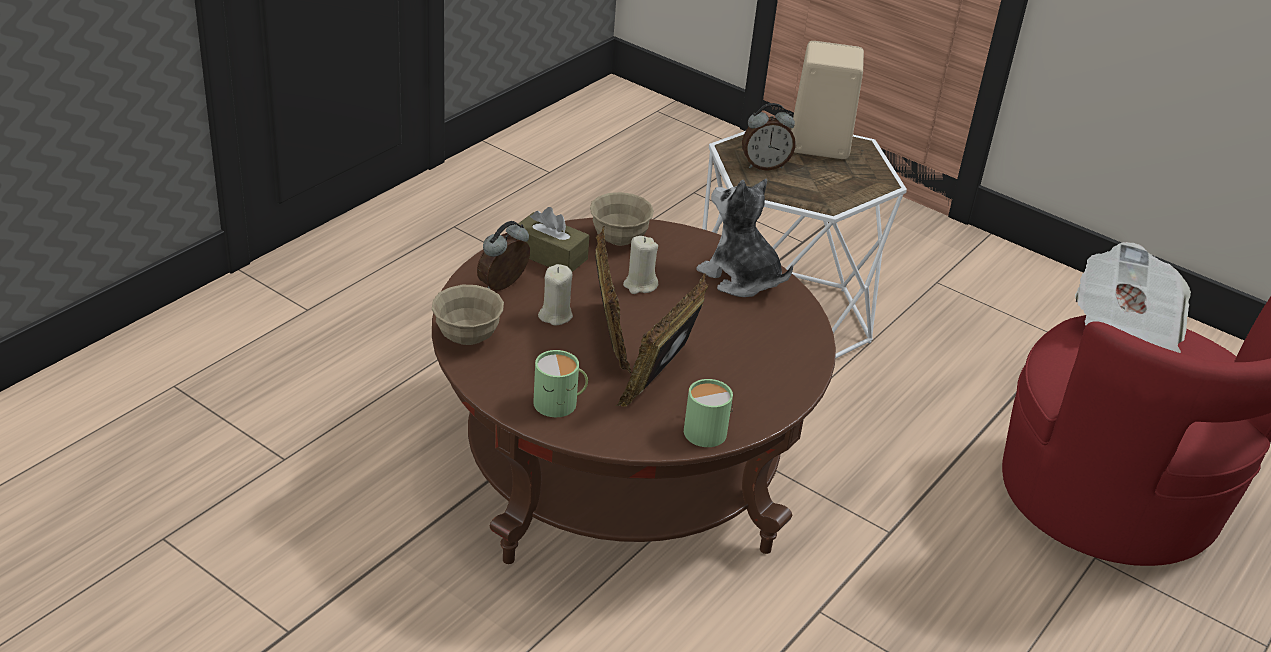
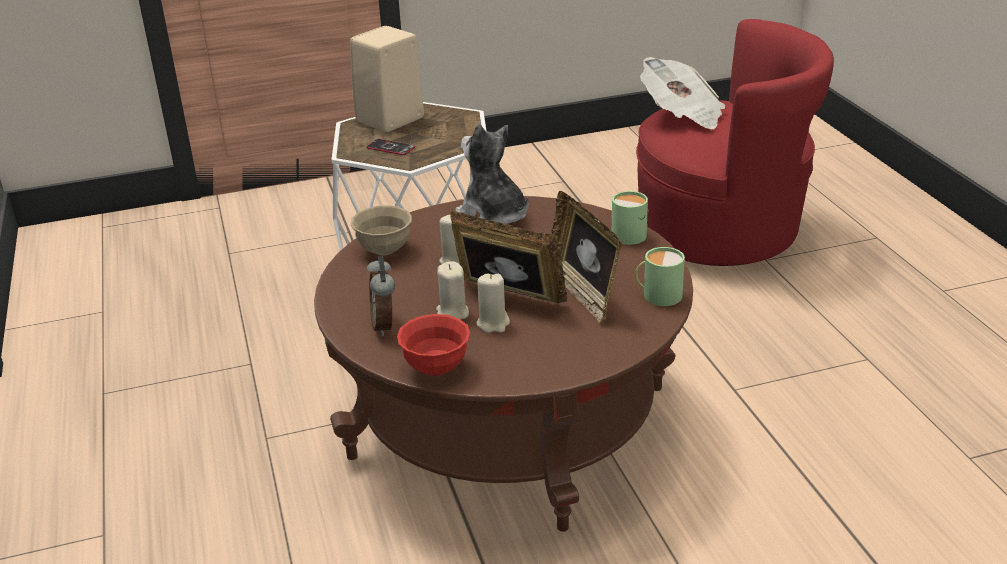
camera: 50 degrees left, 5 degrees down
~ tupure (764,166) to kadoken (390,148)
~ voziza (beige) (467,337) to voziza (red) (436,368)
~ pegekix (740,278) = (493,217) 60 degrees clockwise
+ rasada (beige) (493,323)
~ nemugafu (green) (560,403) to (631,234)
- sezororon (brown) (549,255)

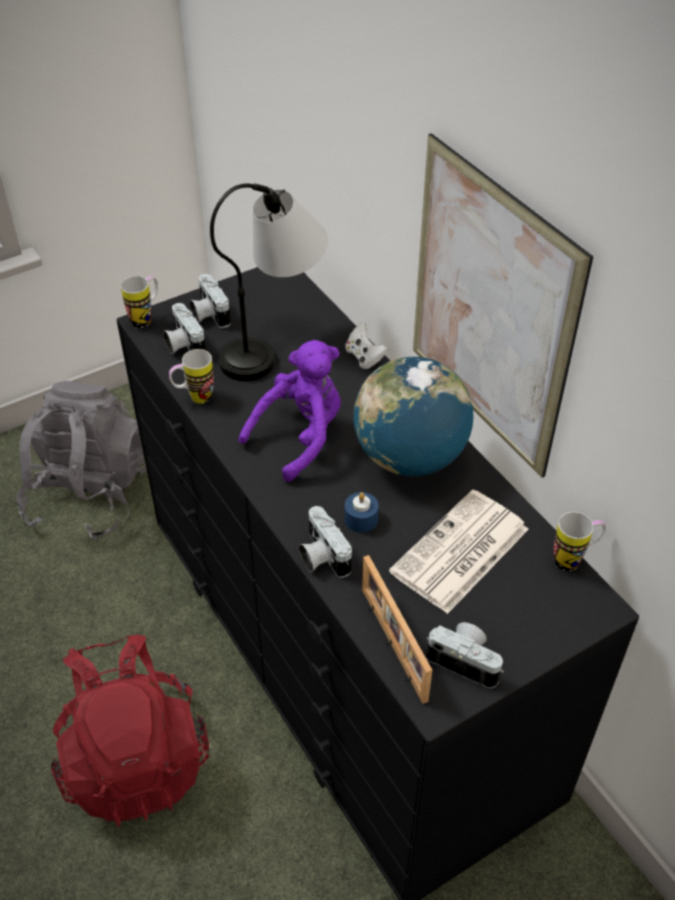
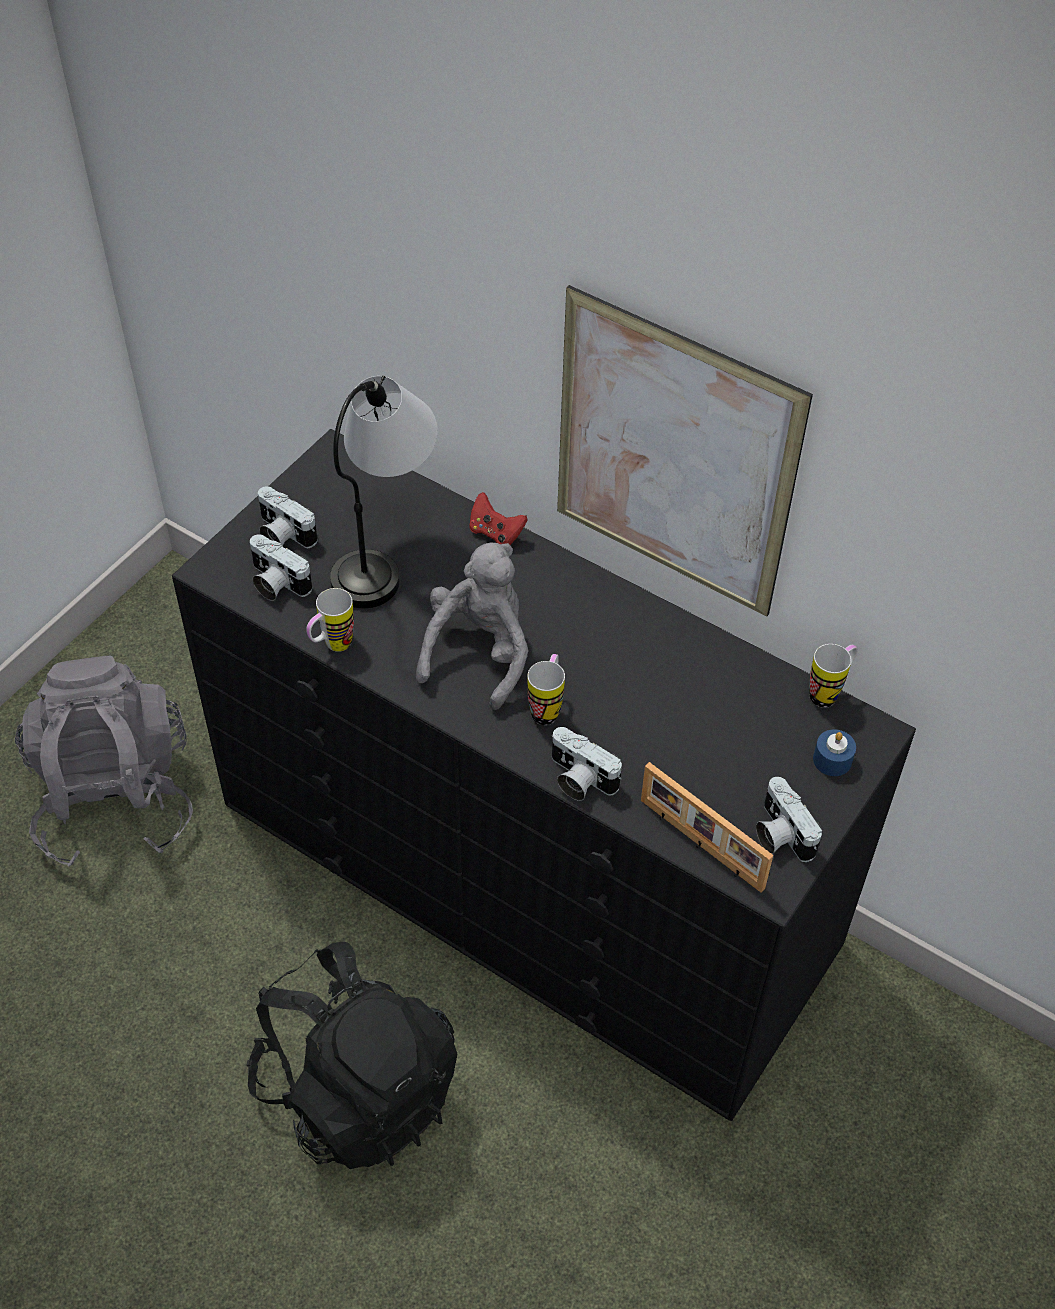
camera: 25 degrees left, 5 degrees up
~ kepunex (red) (135,759) to kepunex (black) (357,1089)
~ pegekix (purple) (300,436) to pegekix (grey) (479,652)
~ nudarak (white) (364,357) to nudarak (red) (495,533)
~ nemugafu (146,318) to (547,707)
~ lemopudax (466,660) = (779,834) 120 degrees counterclockwise
~ rasada (blue) (361,519) to (832,760)
- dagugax (410,457)
- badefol (459,552)

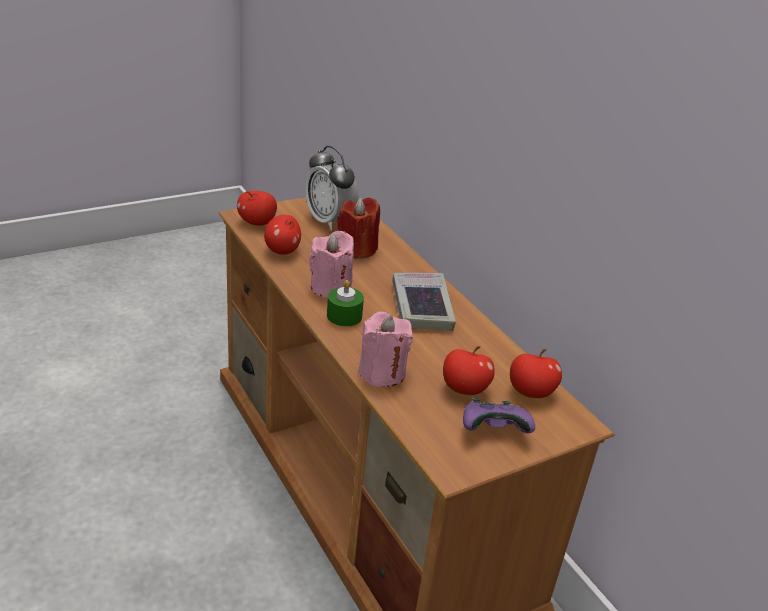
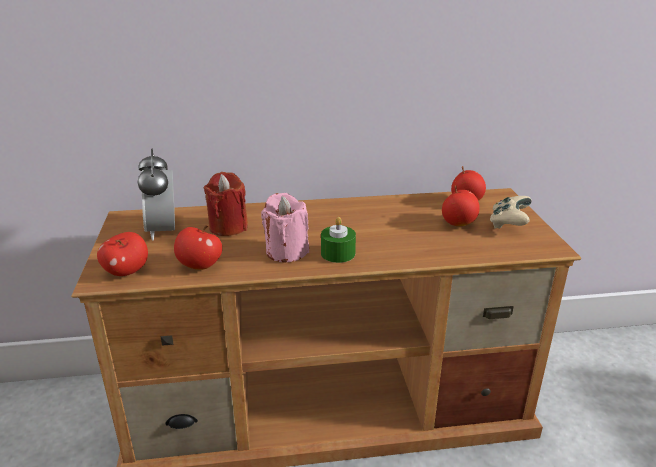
camera: 65 degrees left, 5 degrees down
~ tupure (329,221) = (163,231) 90 degrees clockwise
~ nudarak (purple) (493,431) to nudarak (beige) (508,224)
- rasada (pink) (382,373)
- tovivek (421,307)

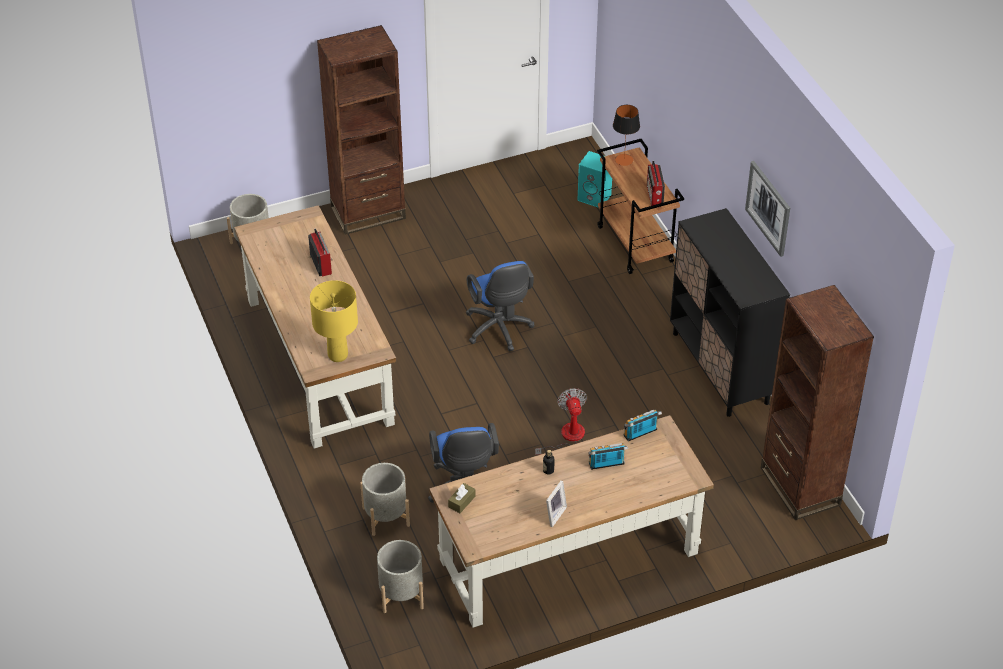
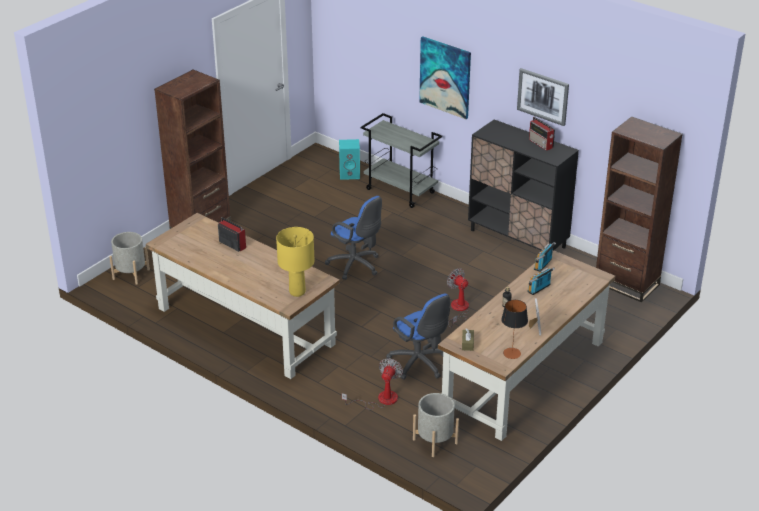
camera: 30 degrees left, 10 degrees down
~ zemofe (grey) (386,516) to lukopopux (380,400)
~ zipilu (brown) (636,244) to zipilu (grey) (401,191)
+ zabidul (445,77)
~ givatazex (624,160) to (512,353)
~ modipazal (654,196) to (541,144)

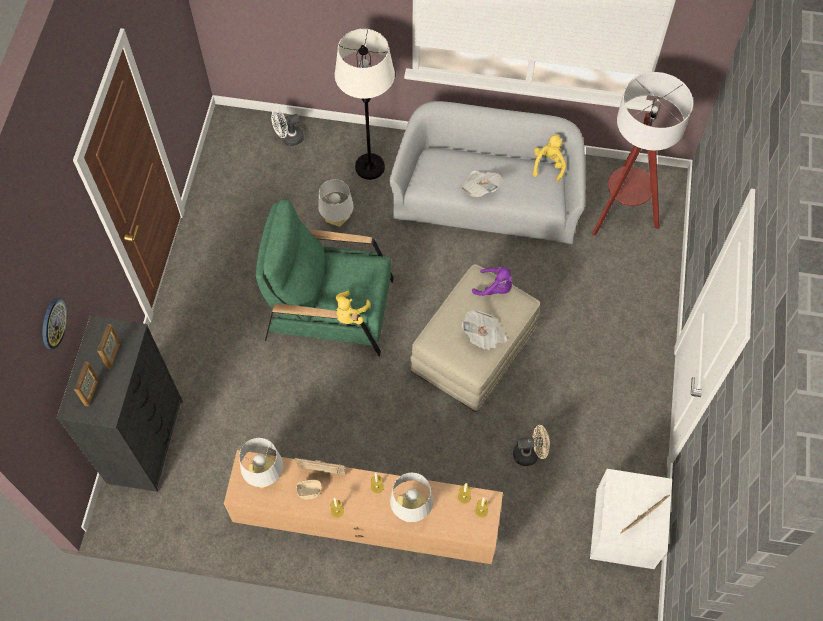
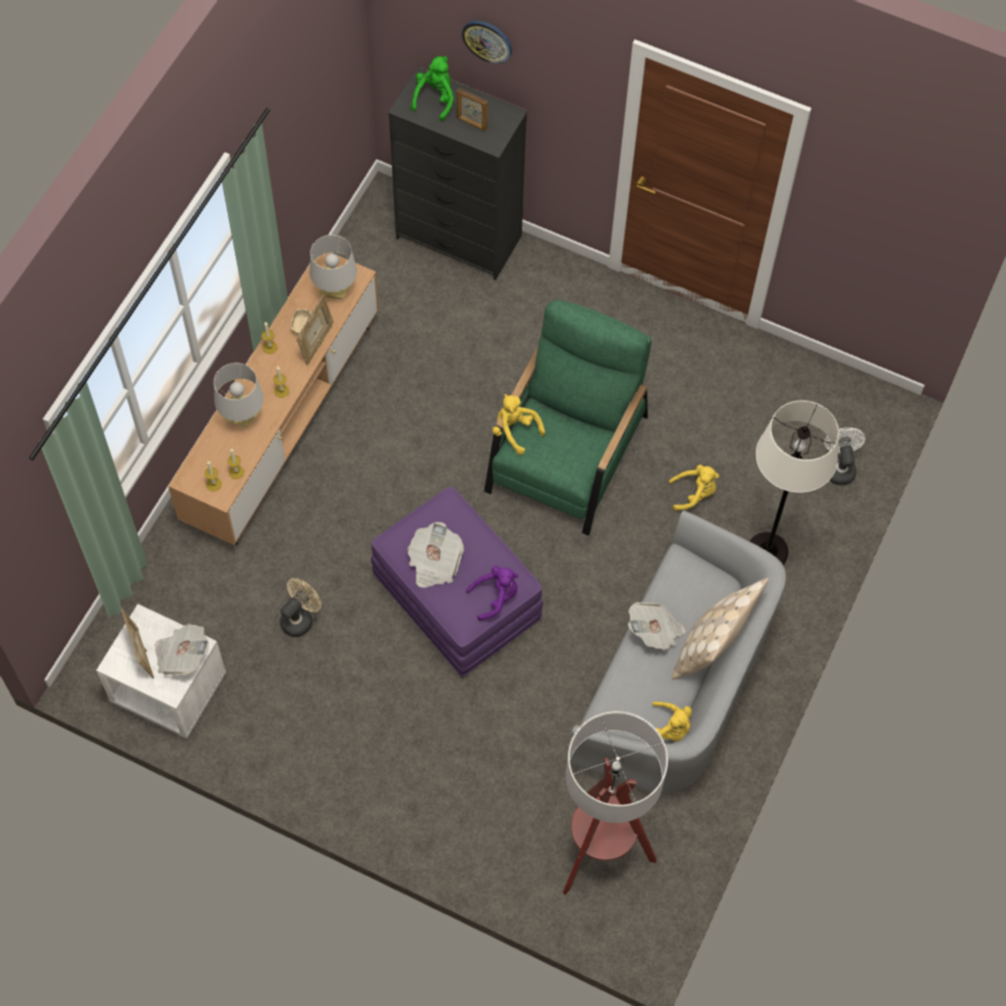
camera: 105 degrees right, 0 degrees up
+ badefol (182,656)
~ lukopopux (beige) (530,453) = (300,618) 150 degrees counterclockwise
~ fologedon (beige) (473,351) to fologedon (purple) (455,597)
~ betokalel (92,392) to pegekix (green) (435,99)
~ pegekix (purple) (495,288) = (496,597) 150 degrees counterclockwise
~ givatazex (grey) (337,219) to pegekix (yellow) (694,493)
+ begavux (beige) (712,646)

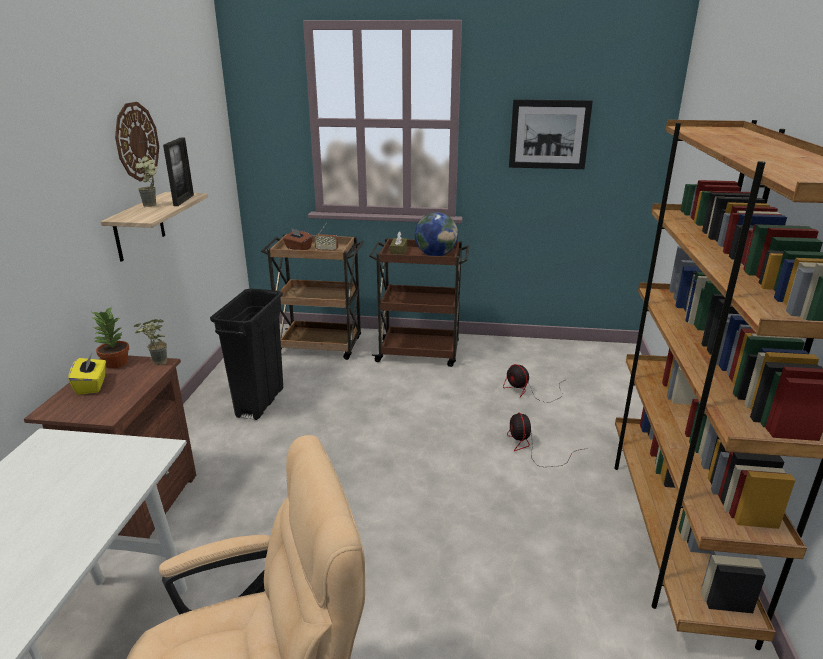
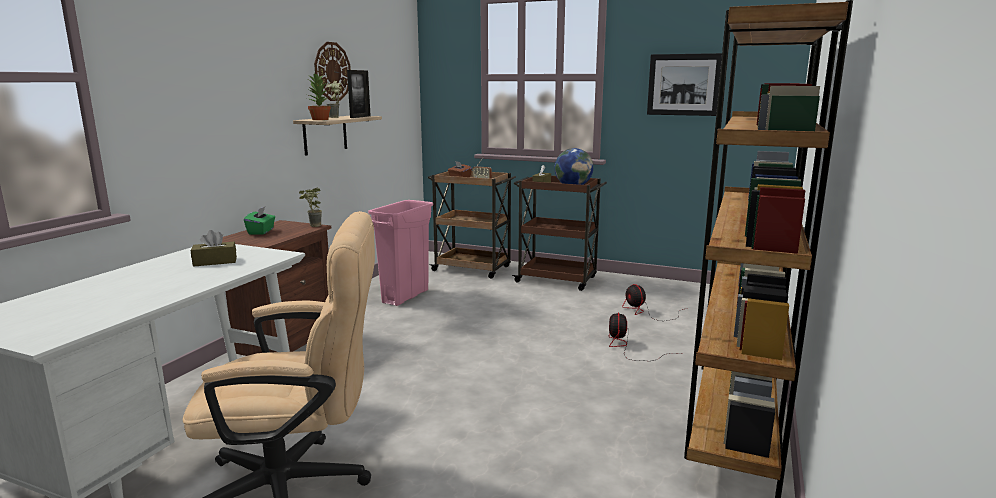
camera: 15 degrees right, 10 degrees down
+ sezororon (brown) (215,261)
~ sezororon (yellow) (92,385) to sezororon (green) (261,231)
~ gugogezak (115,363) to (319,119)
~ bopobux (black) (260,402) to bopobux (pink) (405,296)

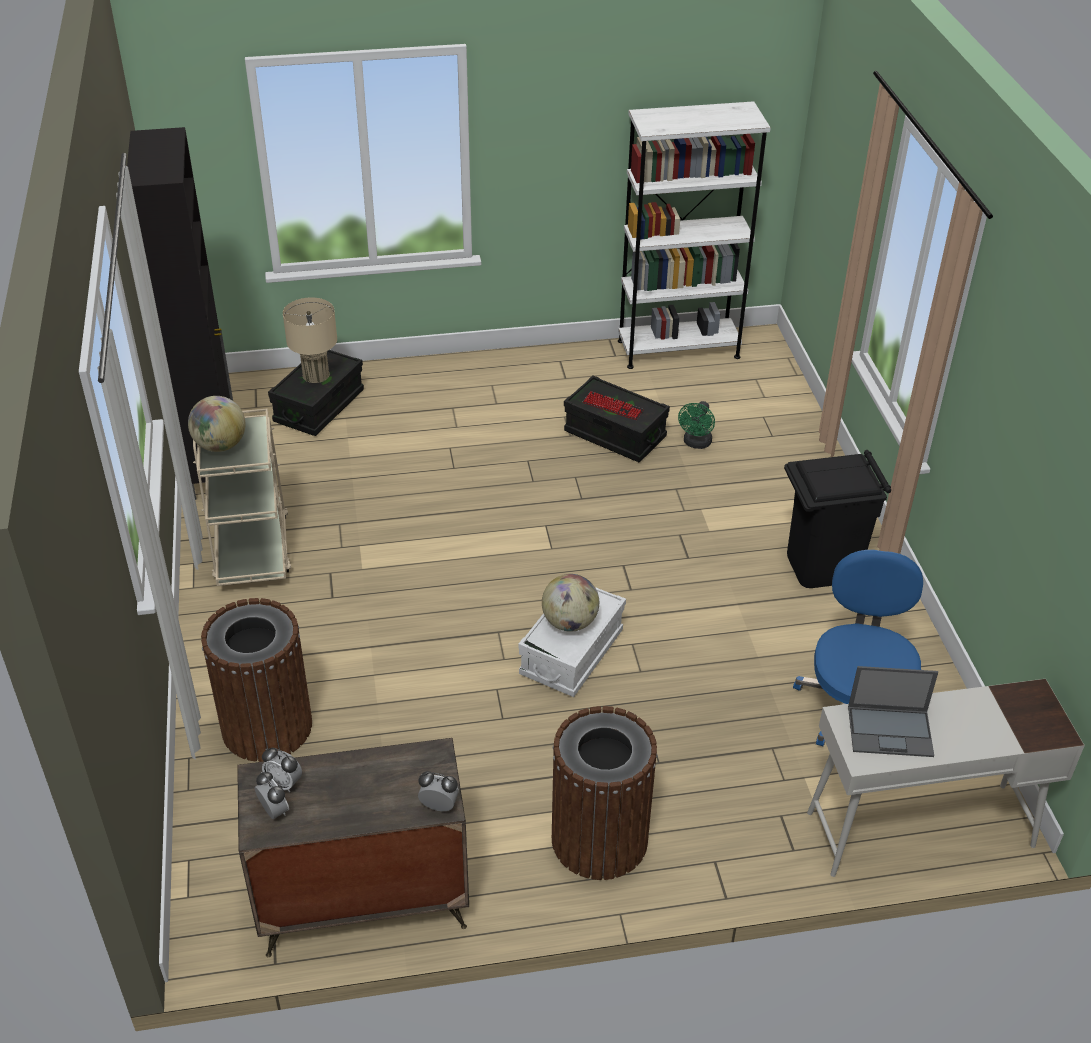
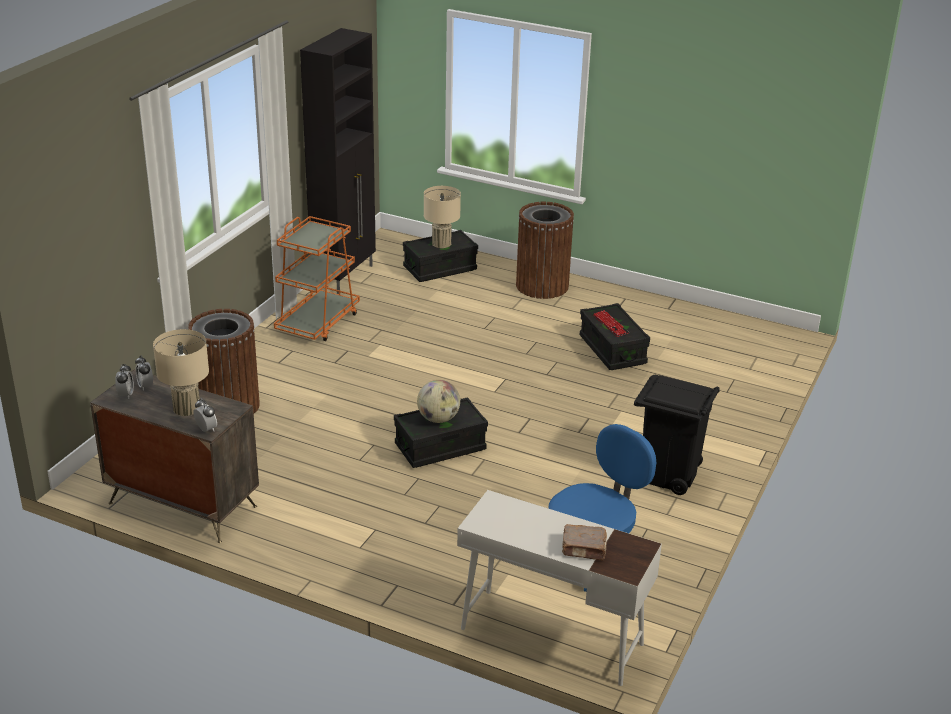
camera: 35 degrees right, 10 degrees down
+ givatazex (beige) (186,408)
~ zipilu (beige) (252,549) to zipilu (orange) (318,322)
~ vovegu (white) (571,653) to vovegu (black) (440,447)
~ bopobux (brown) (599,839) to (542,286)
+ tovivek (brown) (584,549)
- dagugax (220,445)
- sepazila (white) (678,349)
- lukopopux (green) (696,443)
- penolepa (891,731)

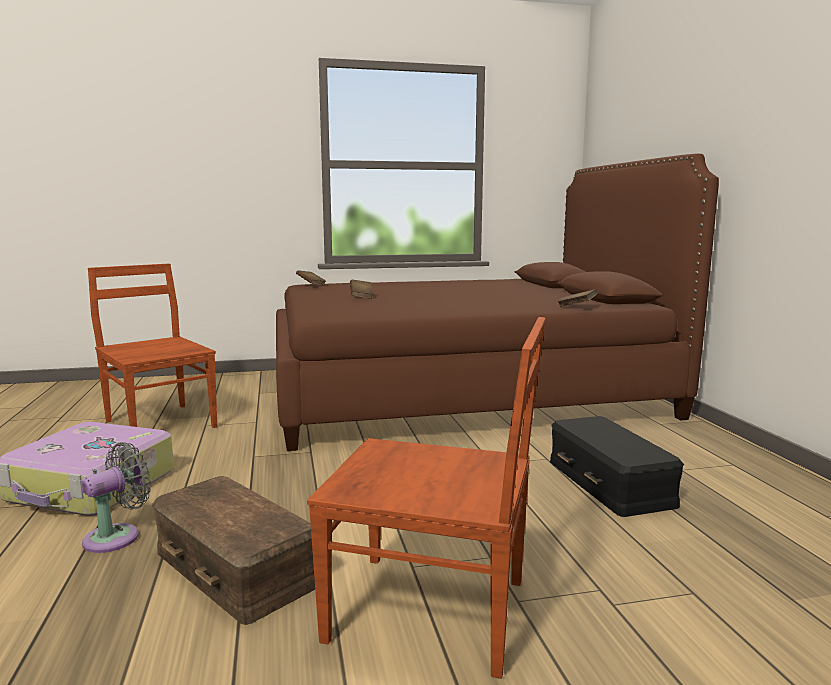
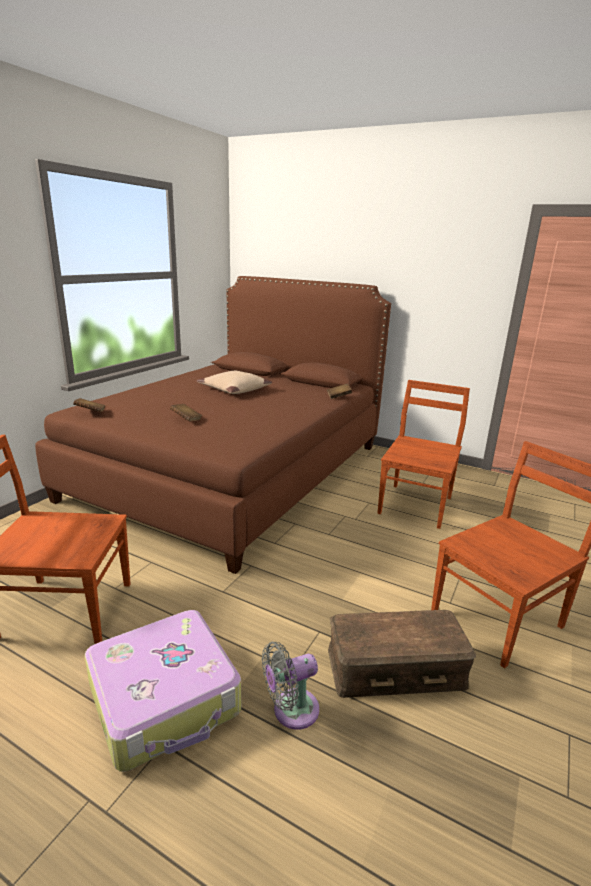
camera: 50 degrees left, 10 degrees up
+ begavux (beige) (234,389)
~ lukopopux (grey) (117,536) = (291,710) 105 degrees counterclockwise
~ vovegu (black) (610,482) to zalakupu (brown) (416,504)

